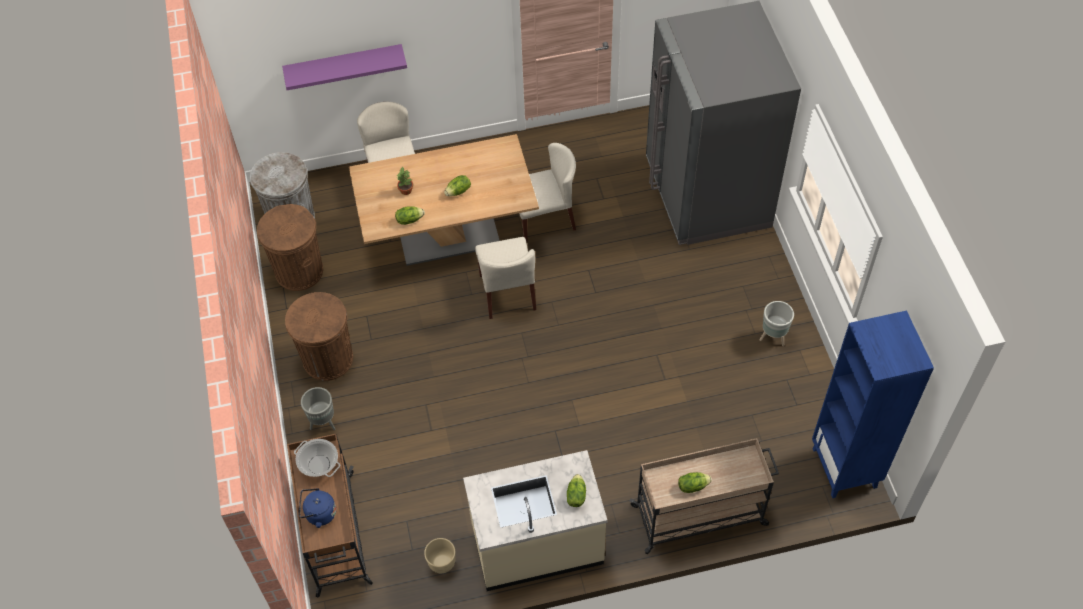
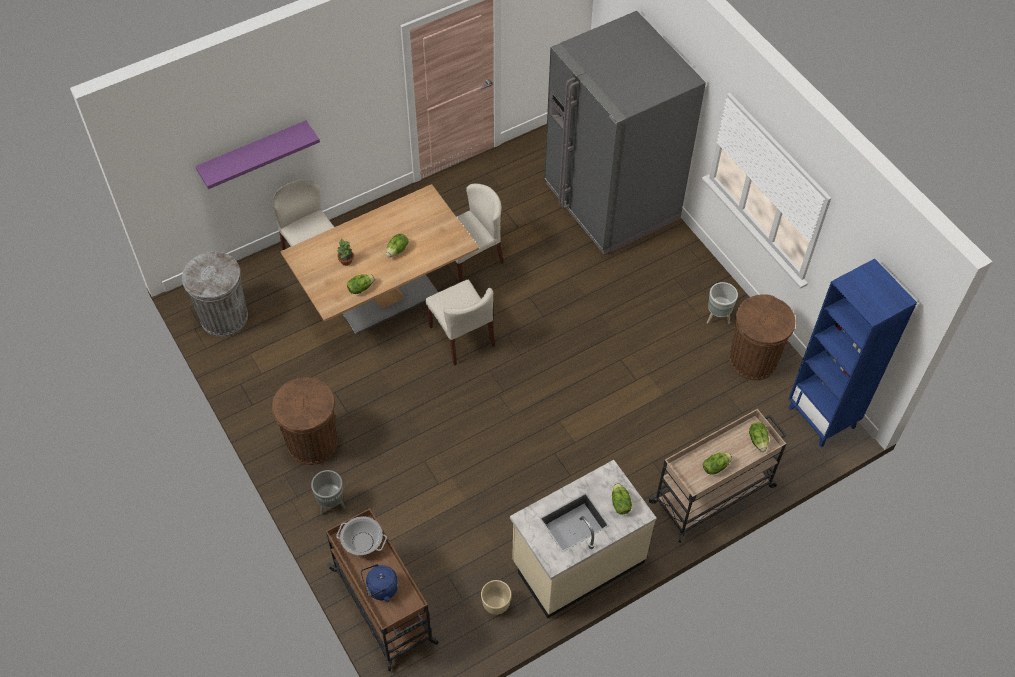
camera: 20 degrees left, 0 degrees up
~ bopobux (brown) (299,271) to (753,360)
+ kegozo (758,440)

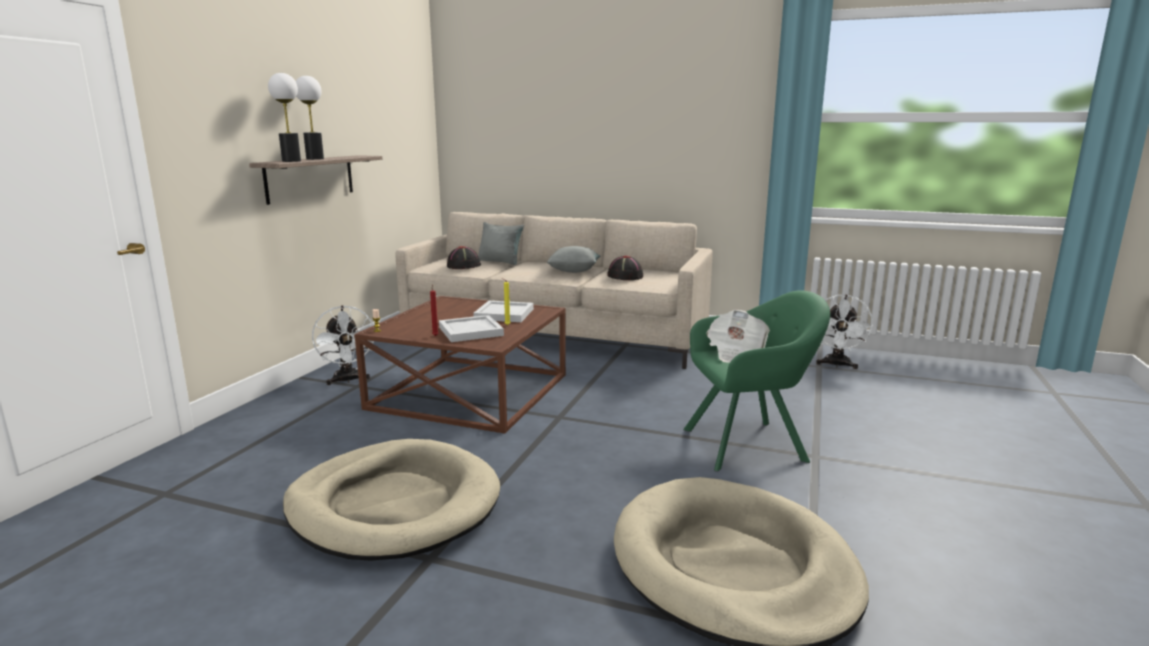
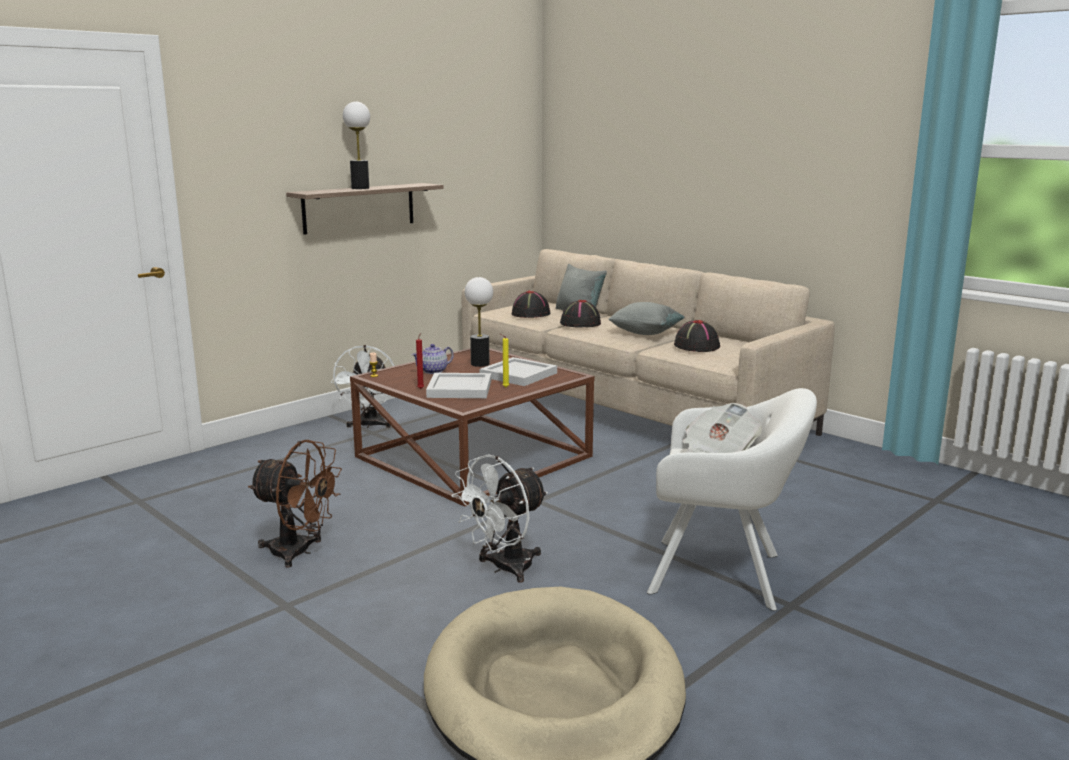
camera: 25 degrees right, 0 degrees up
~ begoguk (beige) (394,505) to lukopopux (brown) (299,552)
+ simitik (433,371)
~ lukopopux (white) (836,365) to (504,568)
~ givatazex (291,161) to (479,364)
+ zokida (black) (580,324)
~ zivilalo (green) (749,444) to zivilalo (white) (723,574)

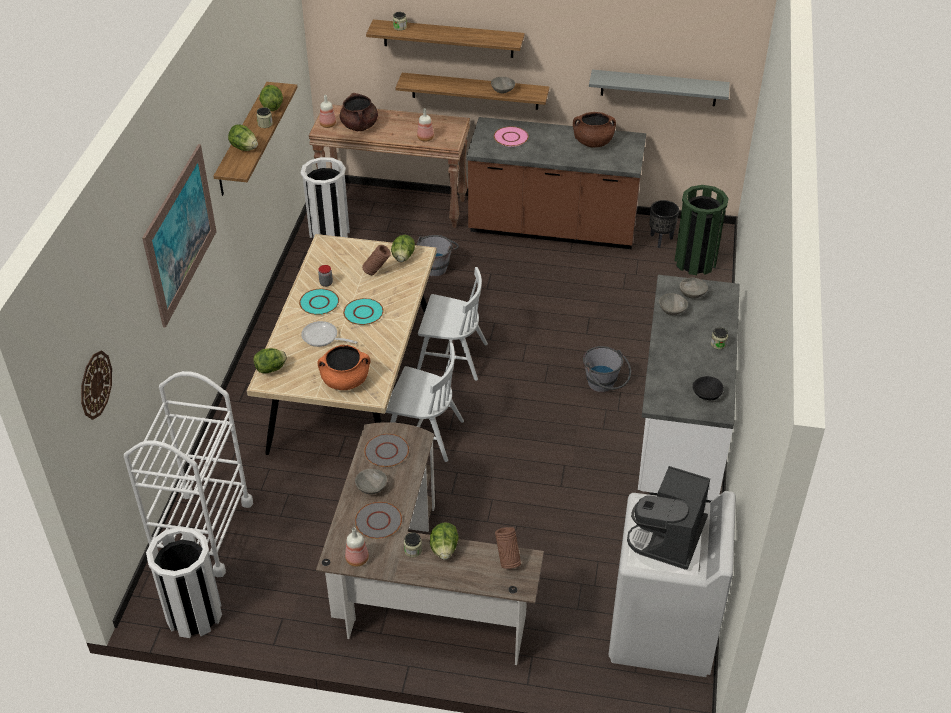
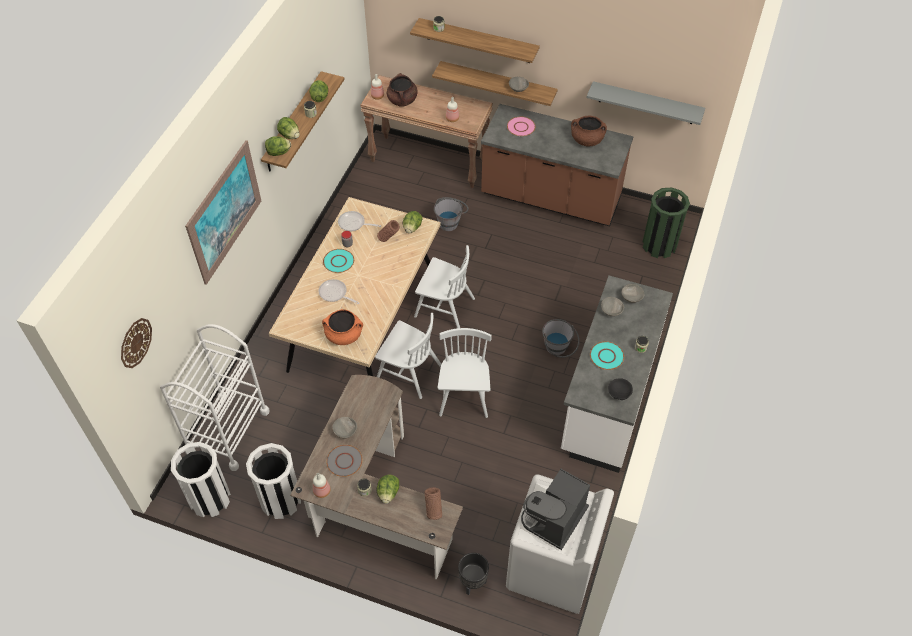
camera: 10 degrees right, 10 degrees up
~ bopobux (white) (329,233) to (281,500)
~ kegozo (271,369) to (279,153)
+ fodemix (354,224)
+ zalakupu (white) (464,395)
~ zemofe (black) (661,240) to (473,583)
~ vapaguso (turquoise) (363,312) to (606,356)
- vapaguso (grey) (387,451)

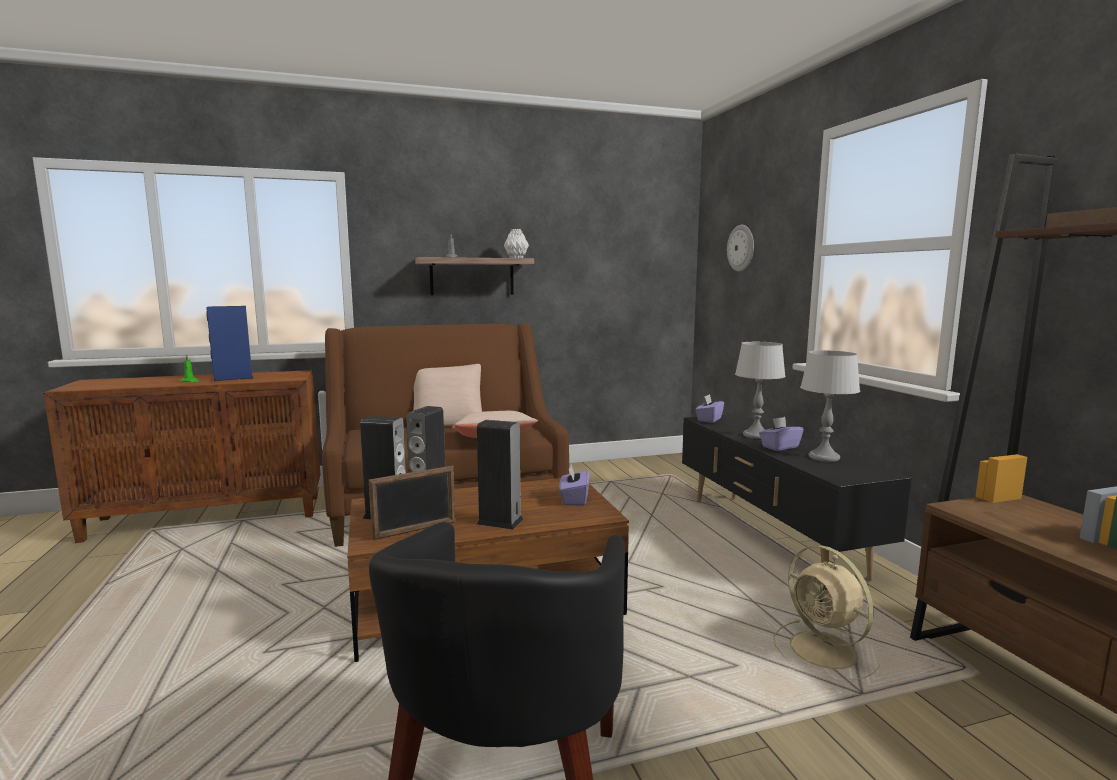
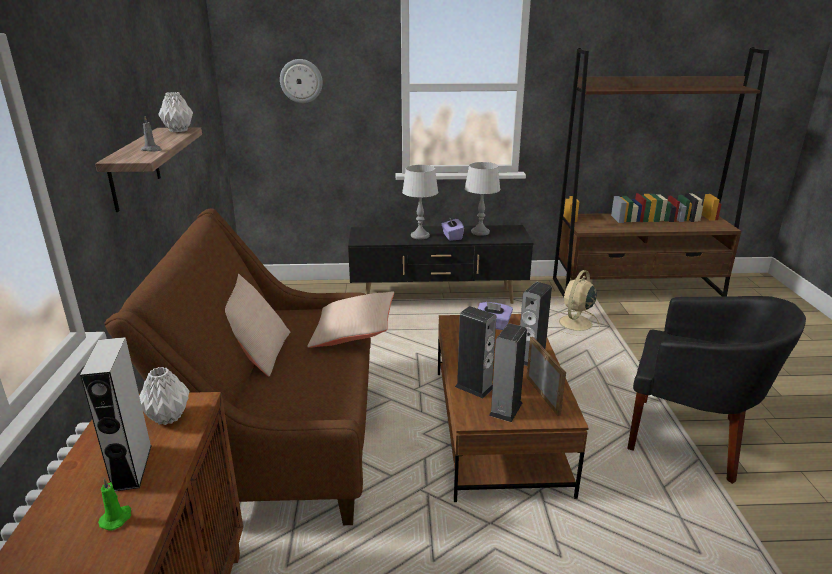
camera: 75 degrees left, 15 degrees up
~ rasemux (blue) (233,378) to rasemux (grey) (132,467)
+ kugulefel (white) (168,417)
~ lukopopux (beige) (825,652) = (575,324) 135 degrees clockwise
- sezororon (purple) (709,419)

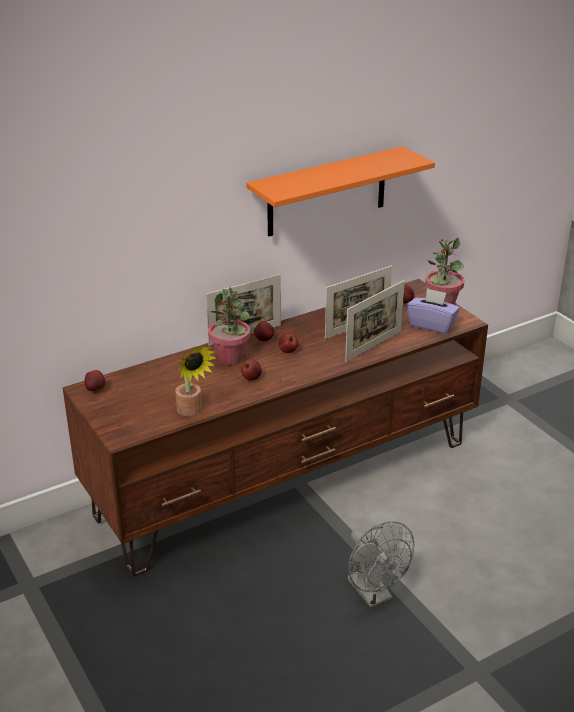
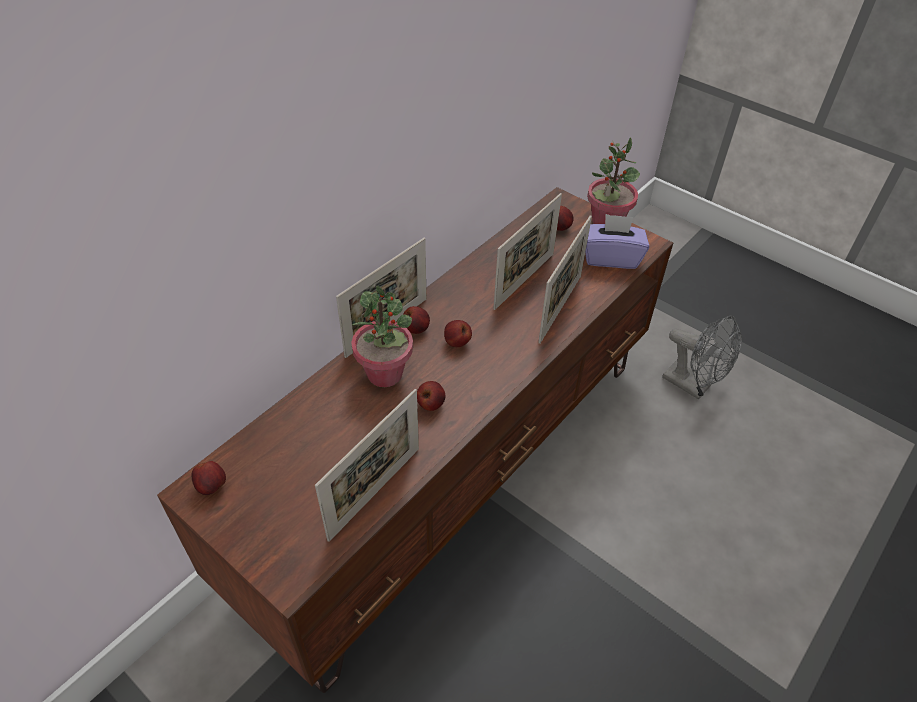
camera: 20 degrees left, 15 degrees up
~ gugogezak (192,411) to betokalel (375,492)
~ lukopopux (grey) (374,594) to (693,385)
- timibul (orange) (327,192)

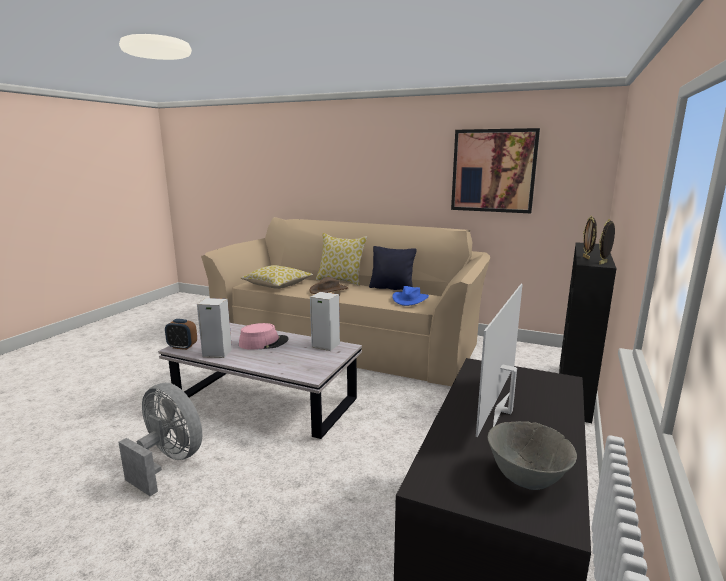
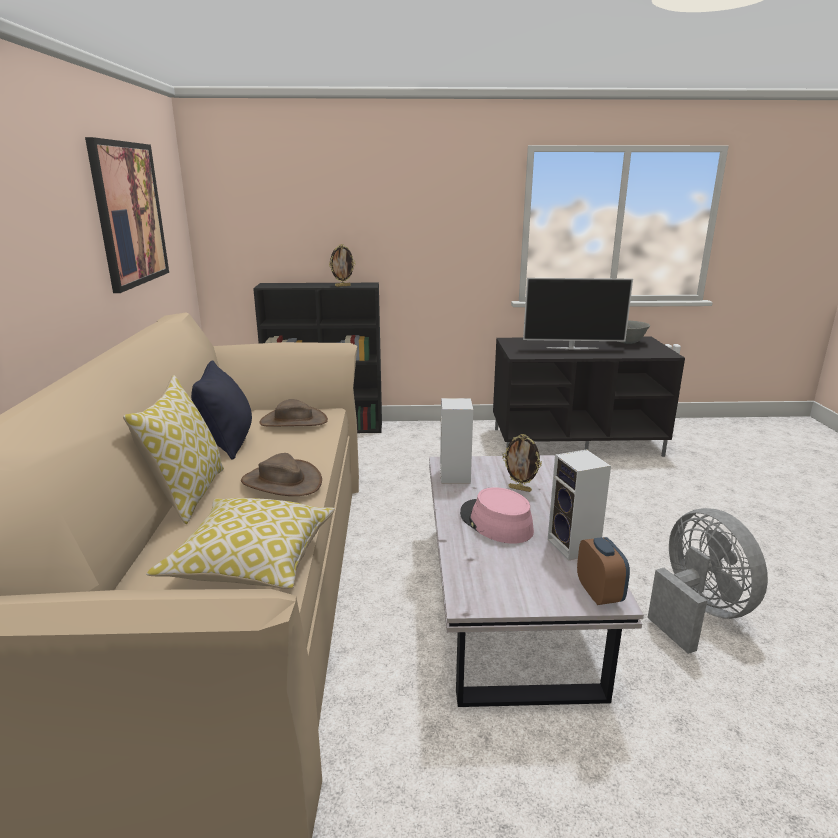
camera: 115 degrees left, 5 degrees up
~ zokida (blue) (410,299) to zokida (brown) (293,421)
~ betokalel (603,263) to (520,489)
~ lukopopux (grey) (168,462) = (697,613) 150 degrees clockwise

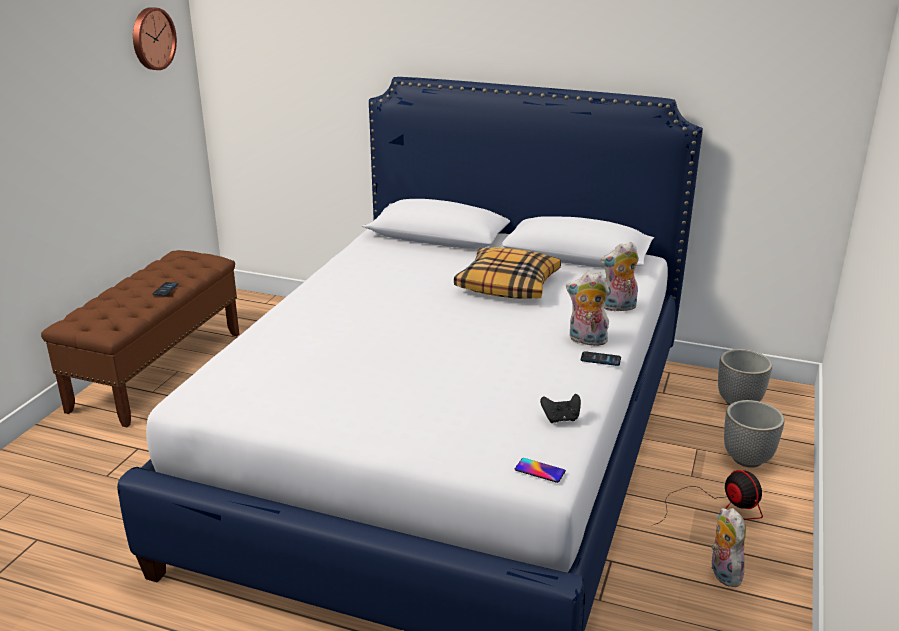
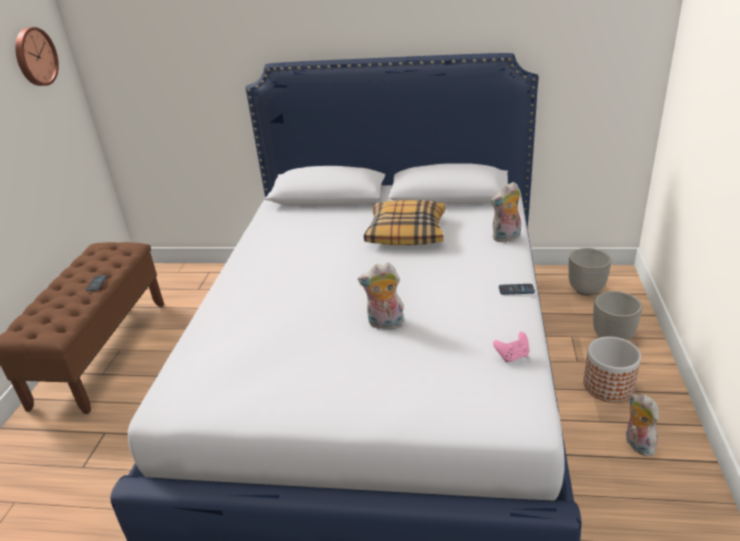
camera: 10 degrees left, 5 degrees up
~ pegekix (586,341) to (385,324)
~ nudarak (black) (561,419) to nudarak (pink) (512,356)
~ lukopopux (717,508) to zemofe (608,386)
- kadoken (540,470)

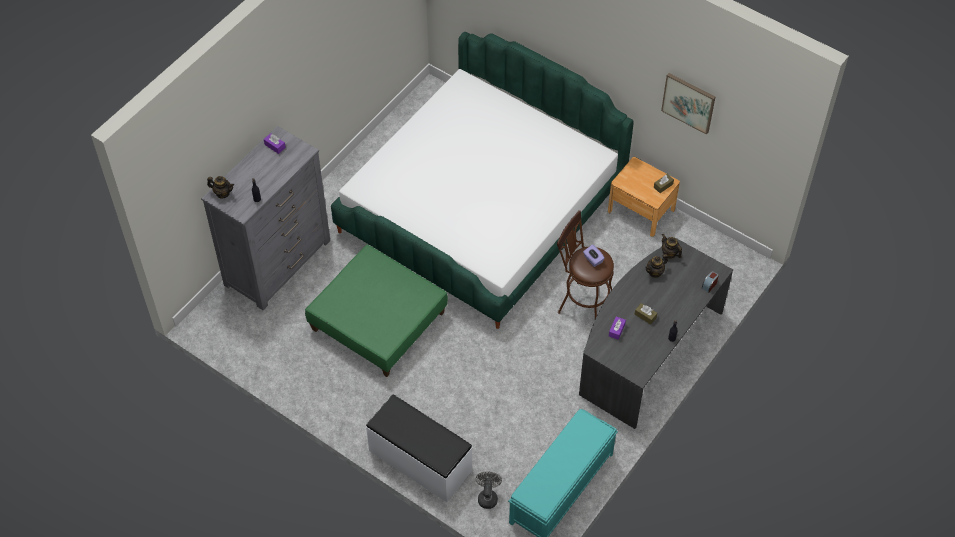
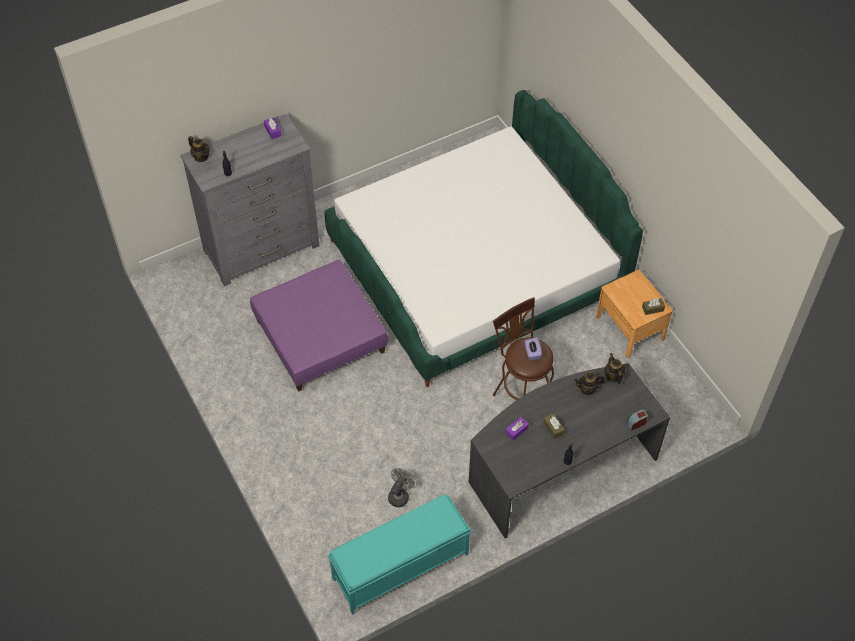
camera: 25 degrees right, 0 degrees up
~ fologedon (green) (379,321) to fologedon (purple) (321,336)
~ lukopopux (grey) (487,496) to (400,495)
- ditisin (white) (420,461)
- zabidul (688,102)

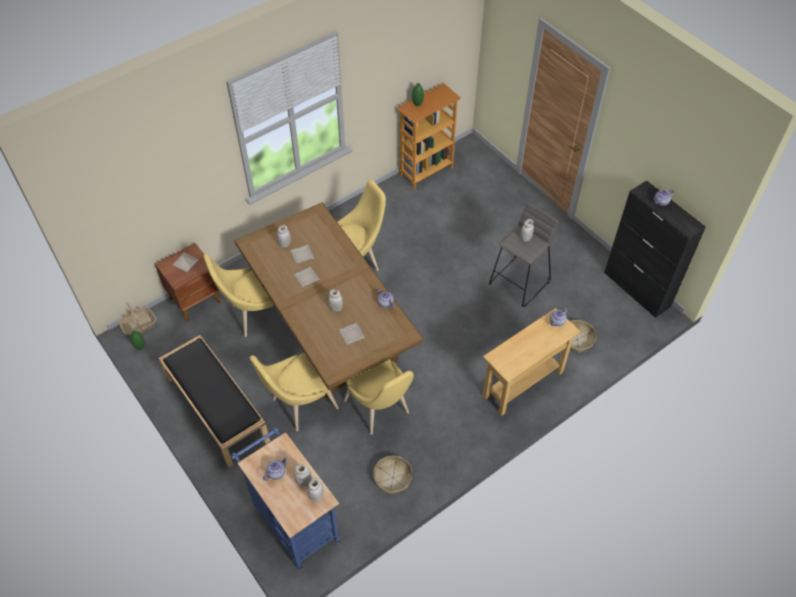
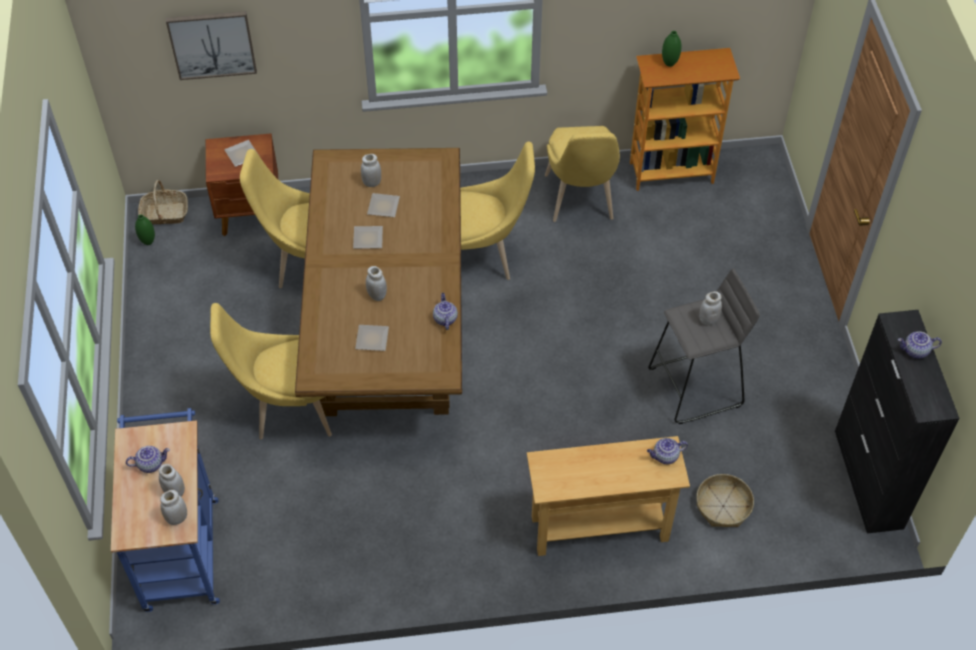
camera: 30 degrees right, 0 degrees up
+ zabidul (212,44)
~ zalakupu (yellow) (379,409) to (580,201)
- ditisin (black) (216,409)
- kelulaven (392,477)

